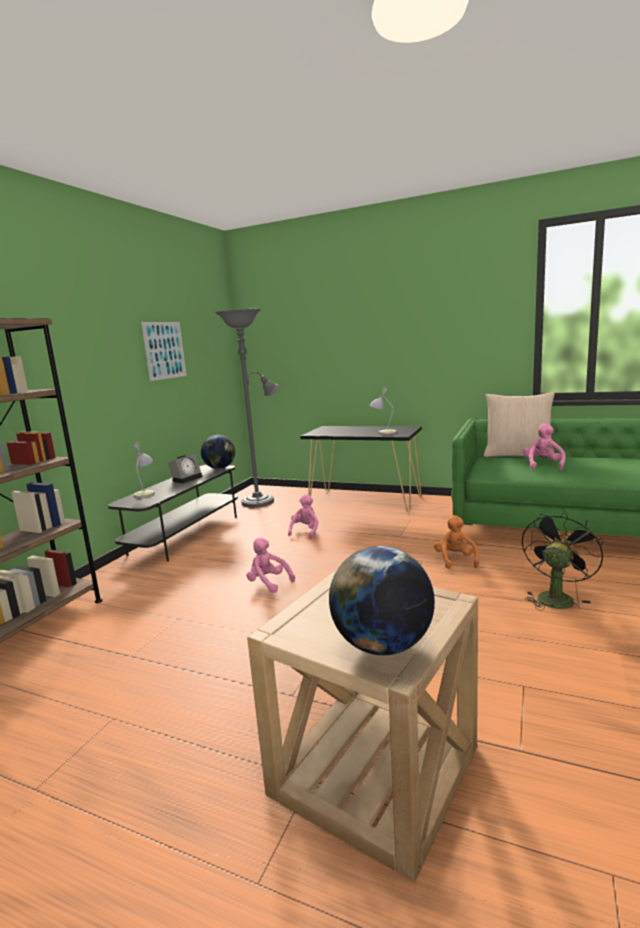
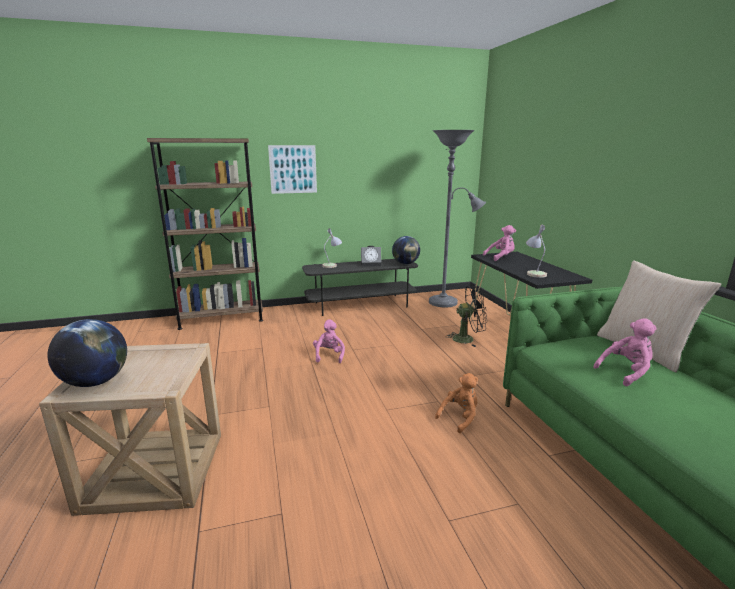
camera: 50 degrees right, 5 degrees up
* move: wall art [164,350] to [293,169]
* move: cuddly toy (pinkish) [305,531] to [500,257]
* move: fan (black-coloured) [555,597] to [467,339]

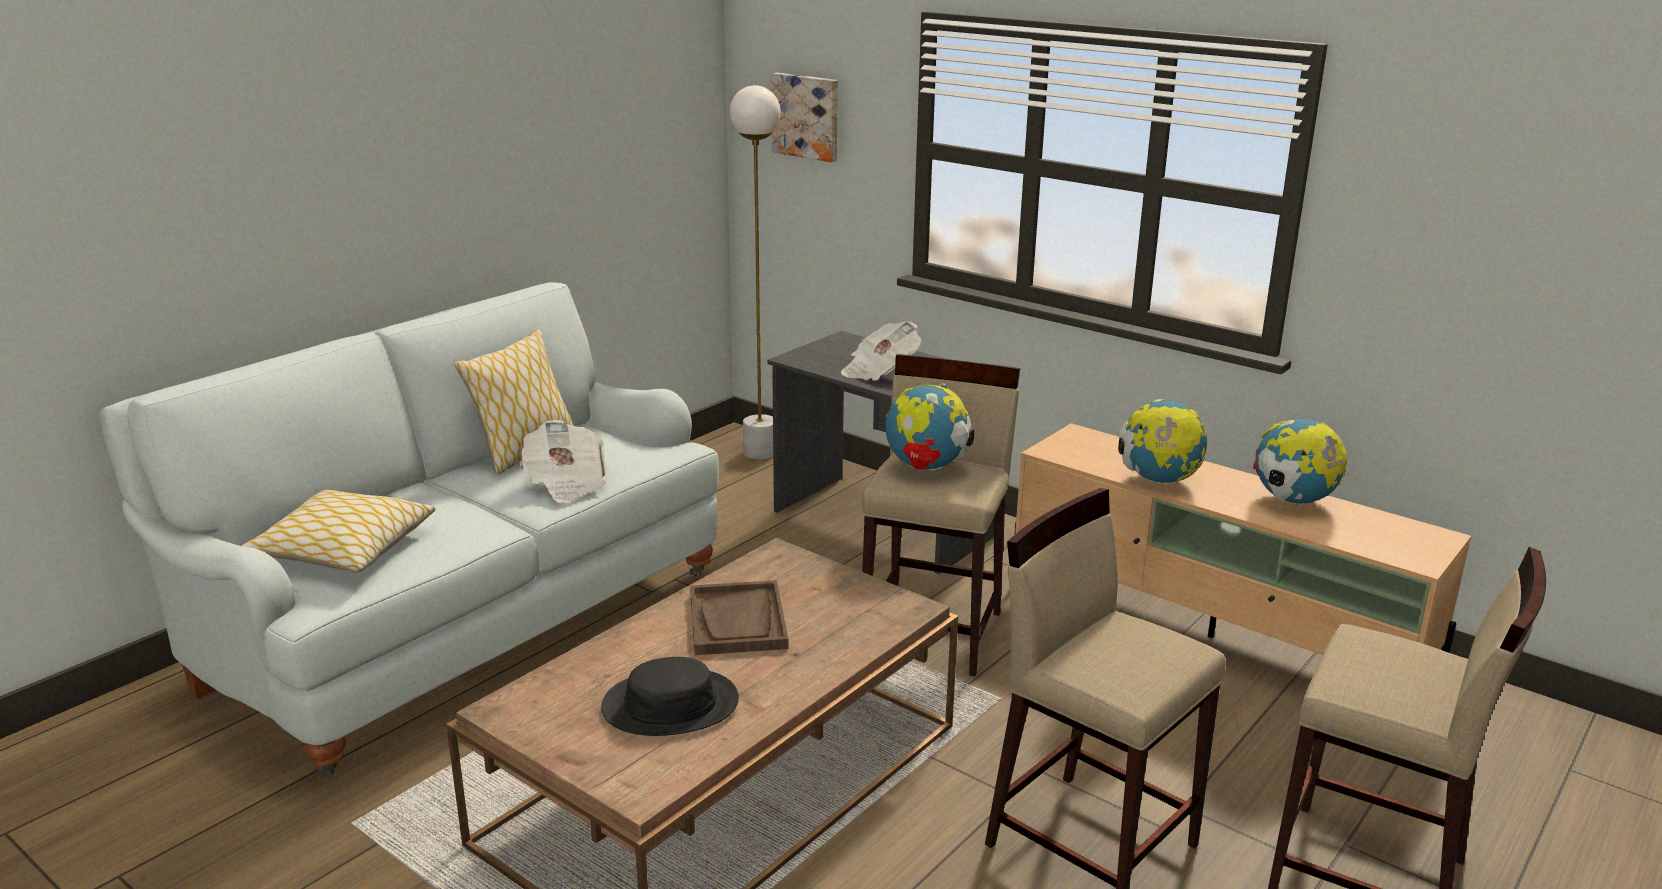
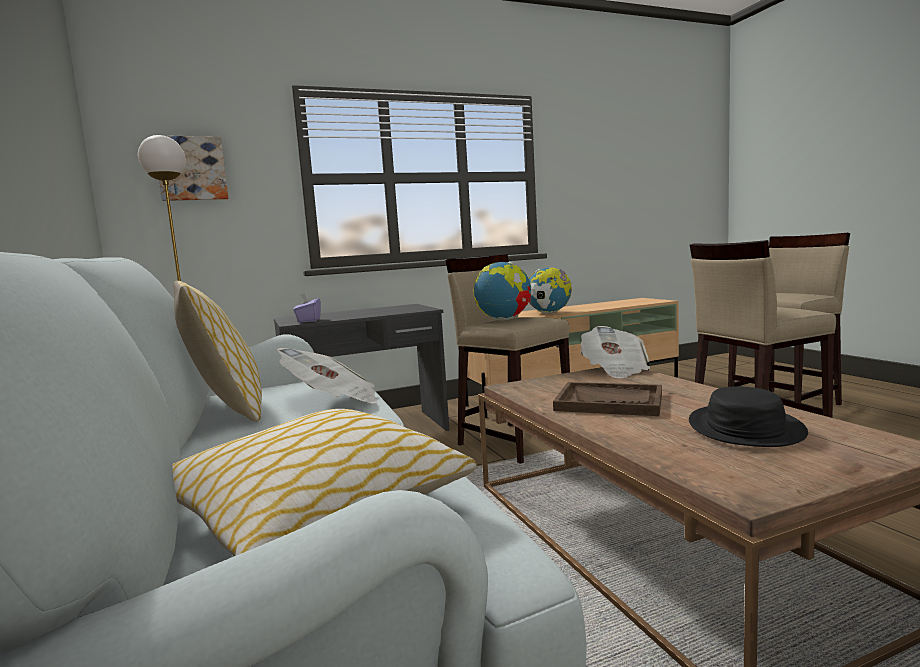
camera: 60 degrees left, 15 degrees down
* delete: desk globe [1292,501]
* insert: box of tissues (purplish) [308,320]
* move: newspaper [879,371] to [614,370]

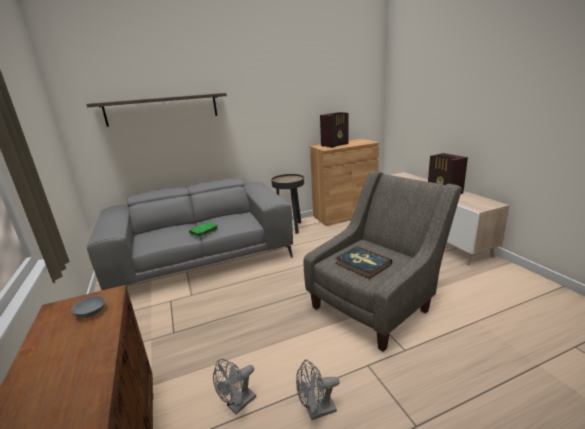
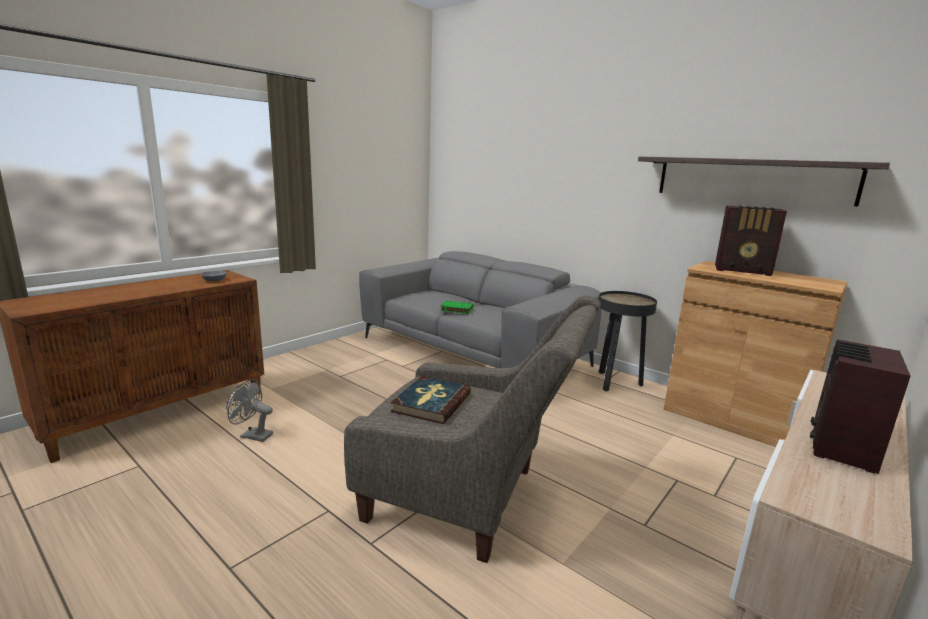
camera: 60 degrees right, 5 degrees down
* delete: fan (gray) [316,411]
* move: shelf [162,109] to [751,179]

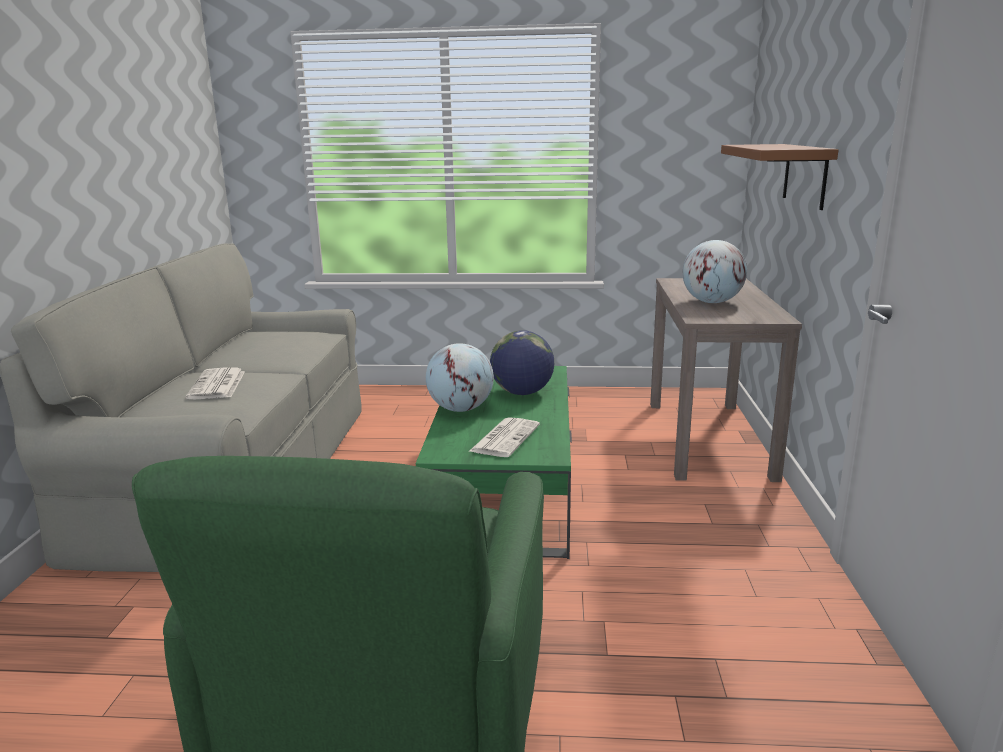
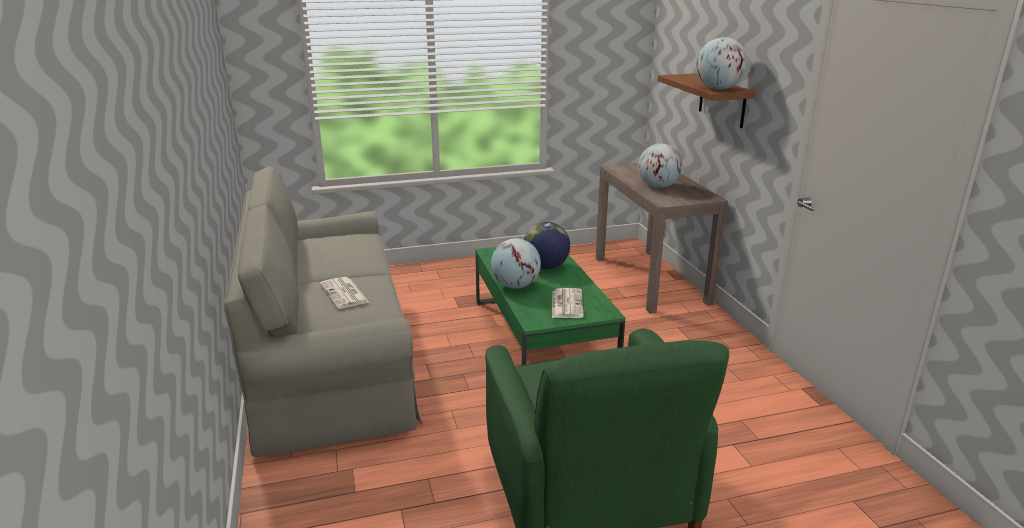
camera: 20 degrees left, 5 degrees up
* insert: desk globe [718,89]

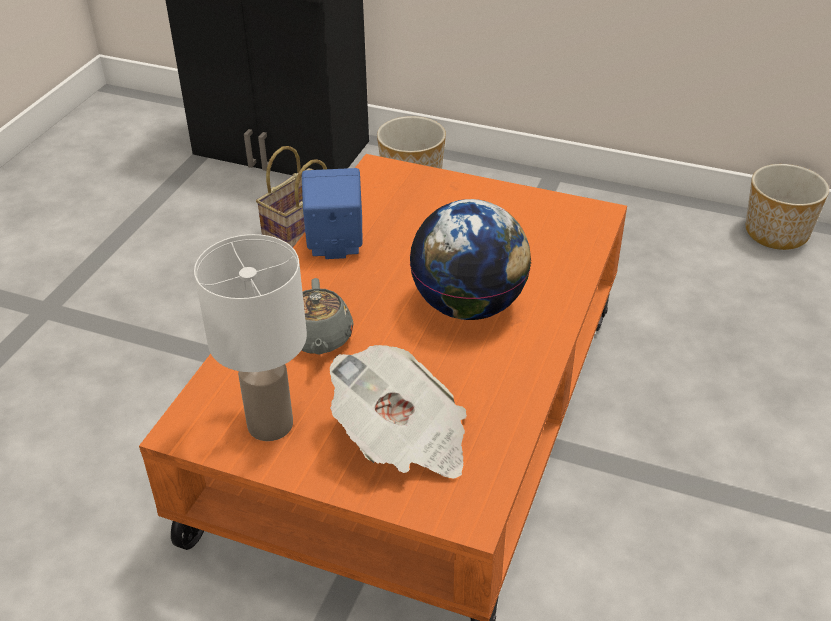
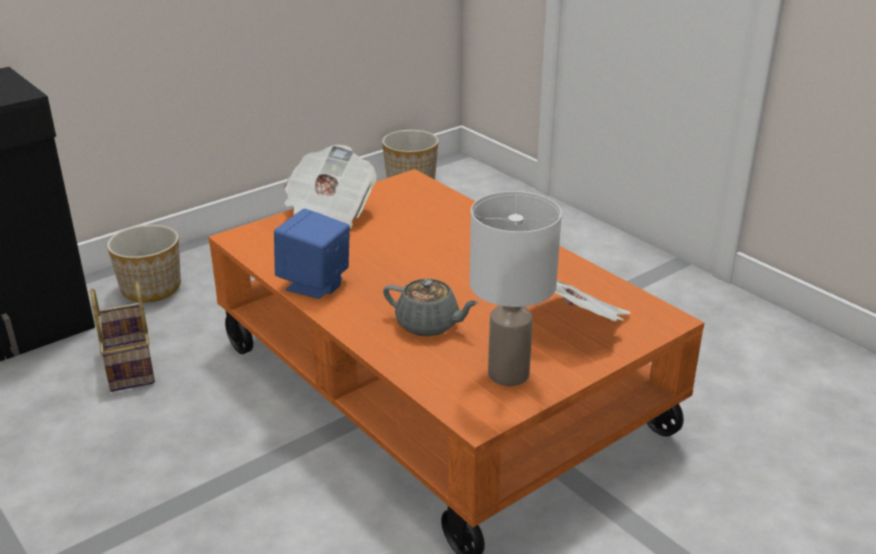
camera: 60 degrees left, 10 degrees down
* delete: desk globe [469,306]
* insert: newspaper [327,215]

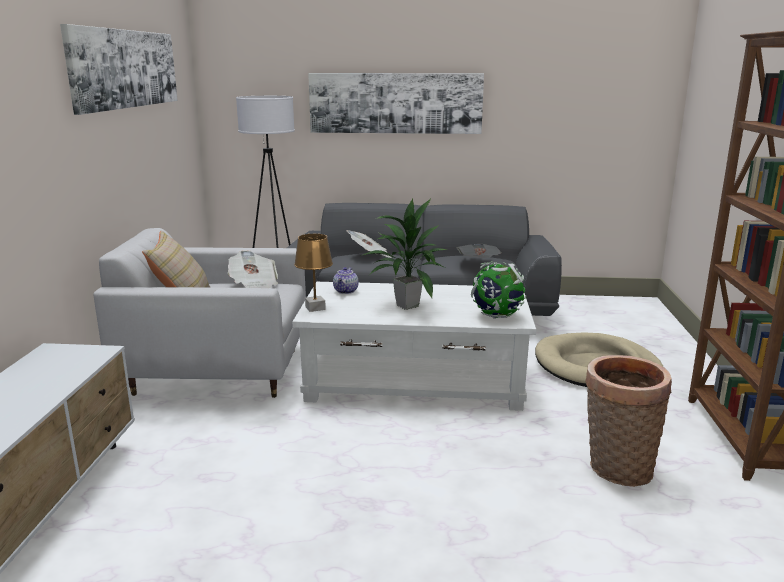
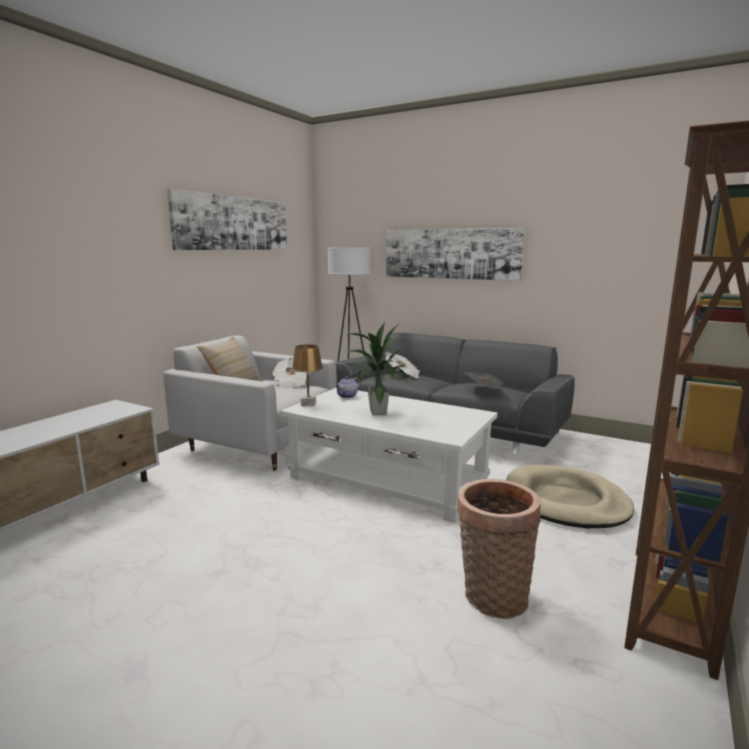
camera: 25 degrees right, 5 degrees down
* delete: desk globe [496,316]

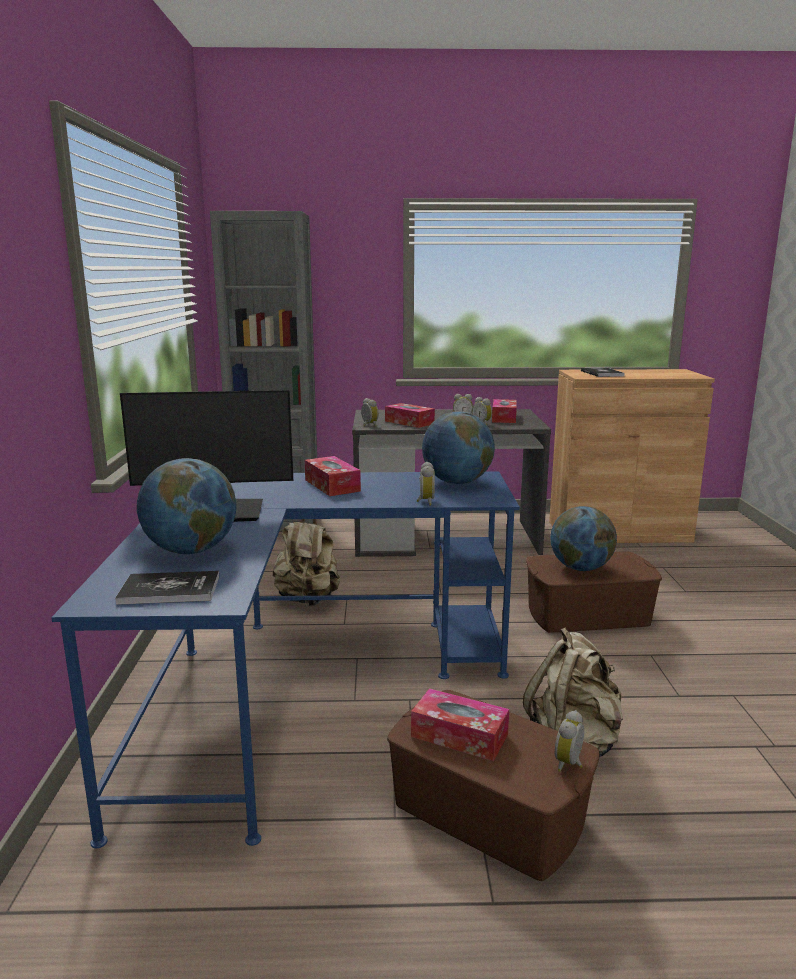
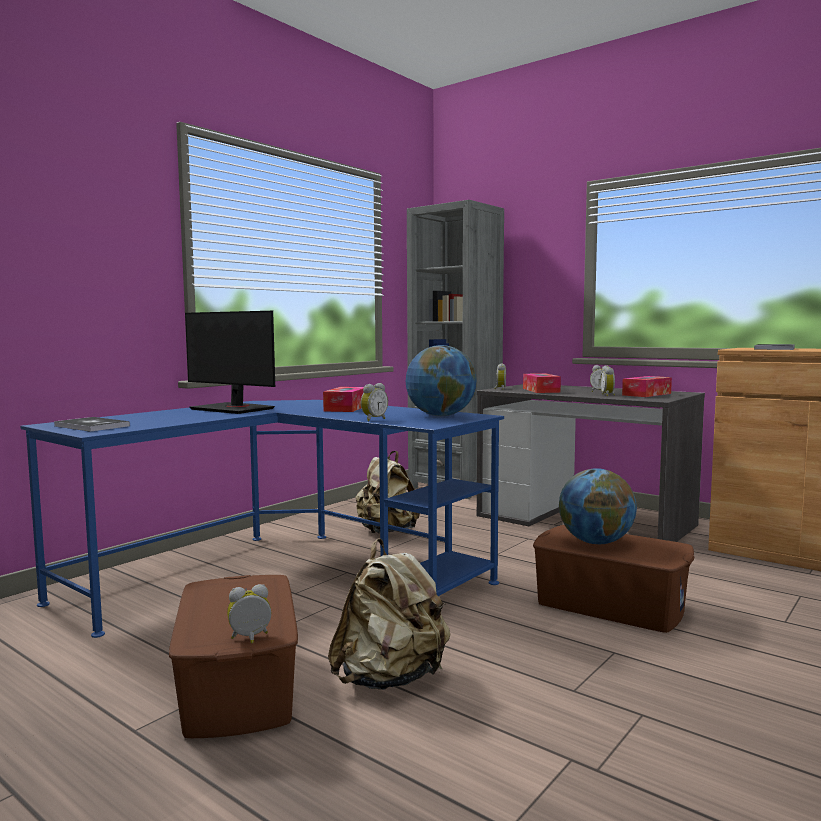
camera: 40 degrees right, 10 degrees down
* delete: desk globe [191,550]
* delete: box of tissues [459,735]

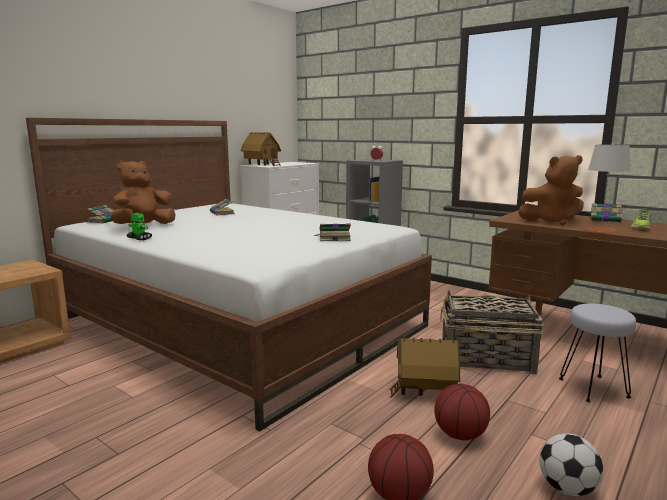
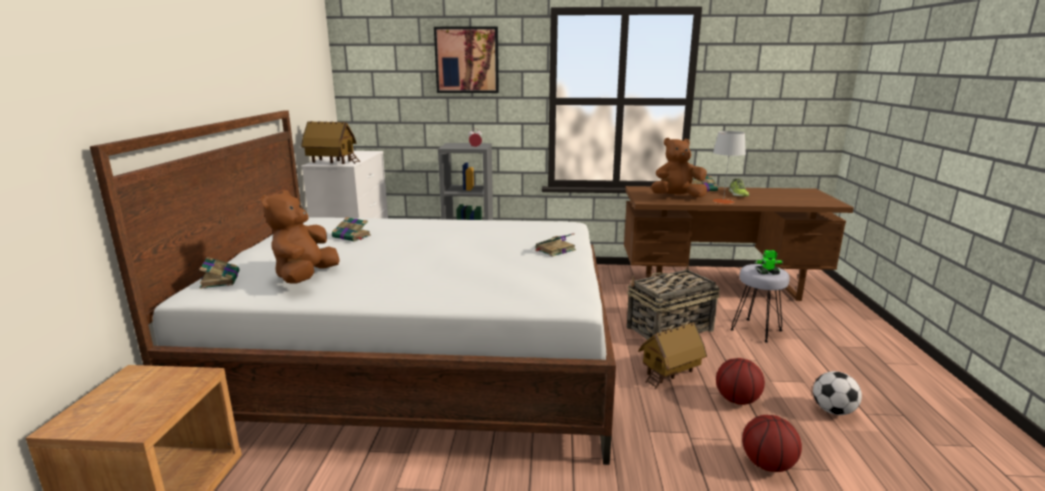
camera: 35 degrees left, 5 degrees up
* insert: wall art [467,60]
* move: toy robot [139,238] to [767,273]
* rotate: cuddly toy (brown) [552,221] = [677,197] 150 degrees counterclockwise

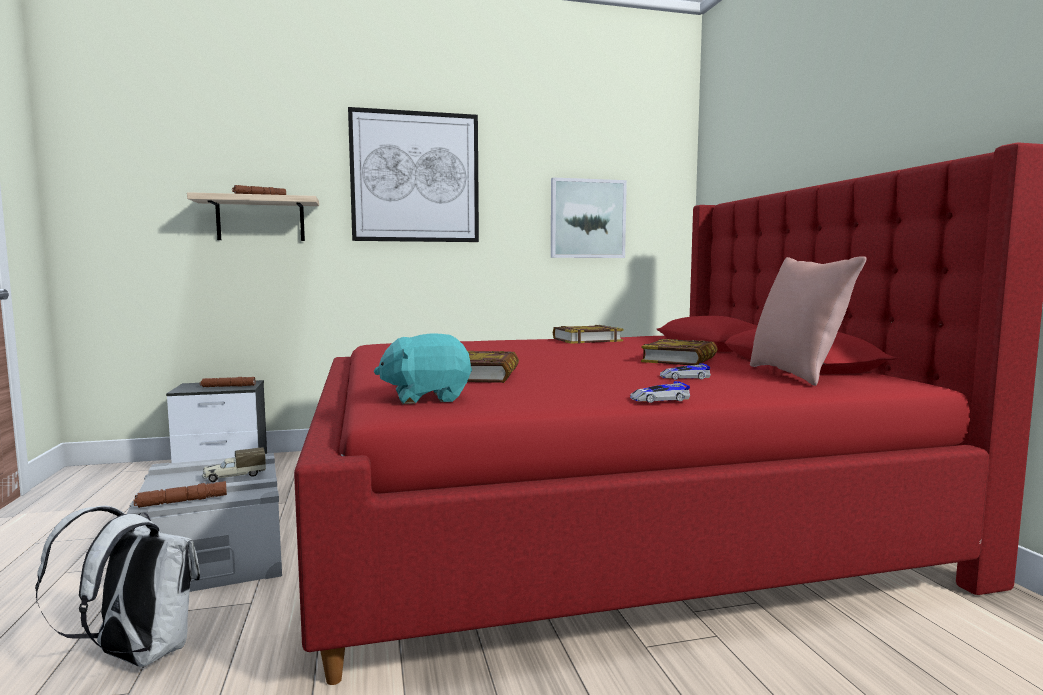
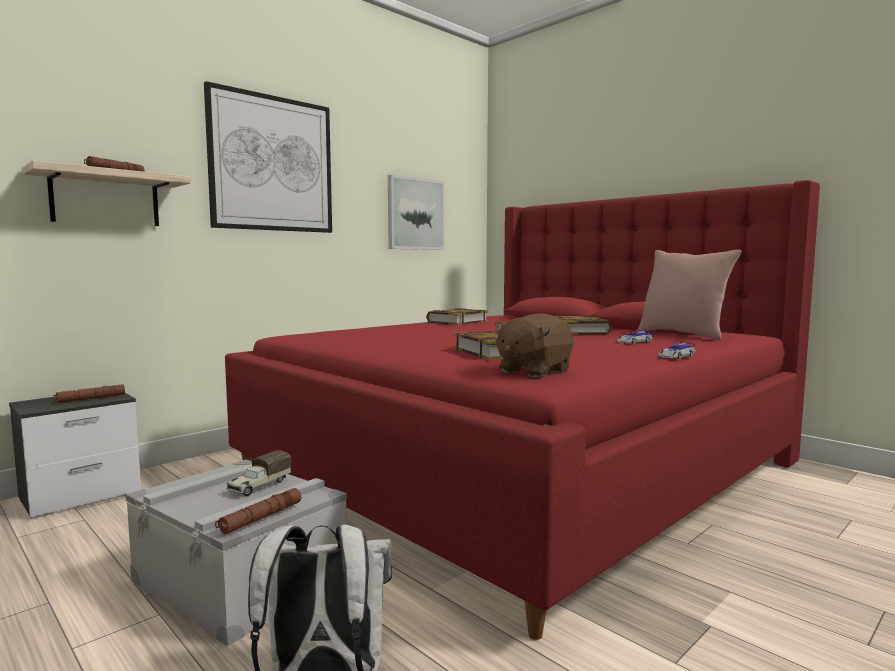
camera: 30 degrees left, 0 degrees up
* recolor: cuddly toy (turquoise) [426,398] to cuddly toy (brown) [533,371]

